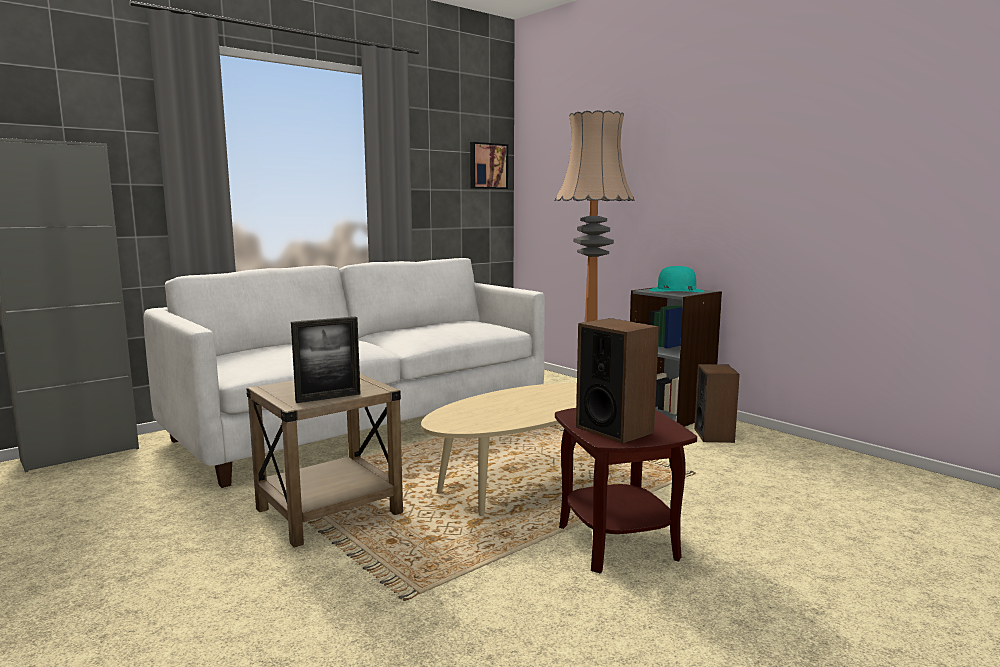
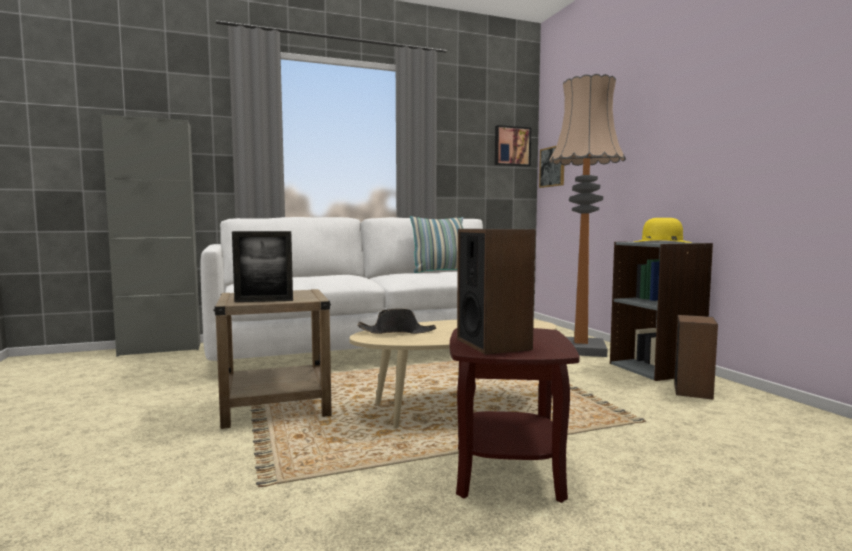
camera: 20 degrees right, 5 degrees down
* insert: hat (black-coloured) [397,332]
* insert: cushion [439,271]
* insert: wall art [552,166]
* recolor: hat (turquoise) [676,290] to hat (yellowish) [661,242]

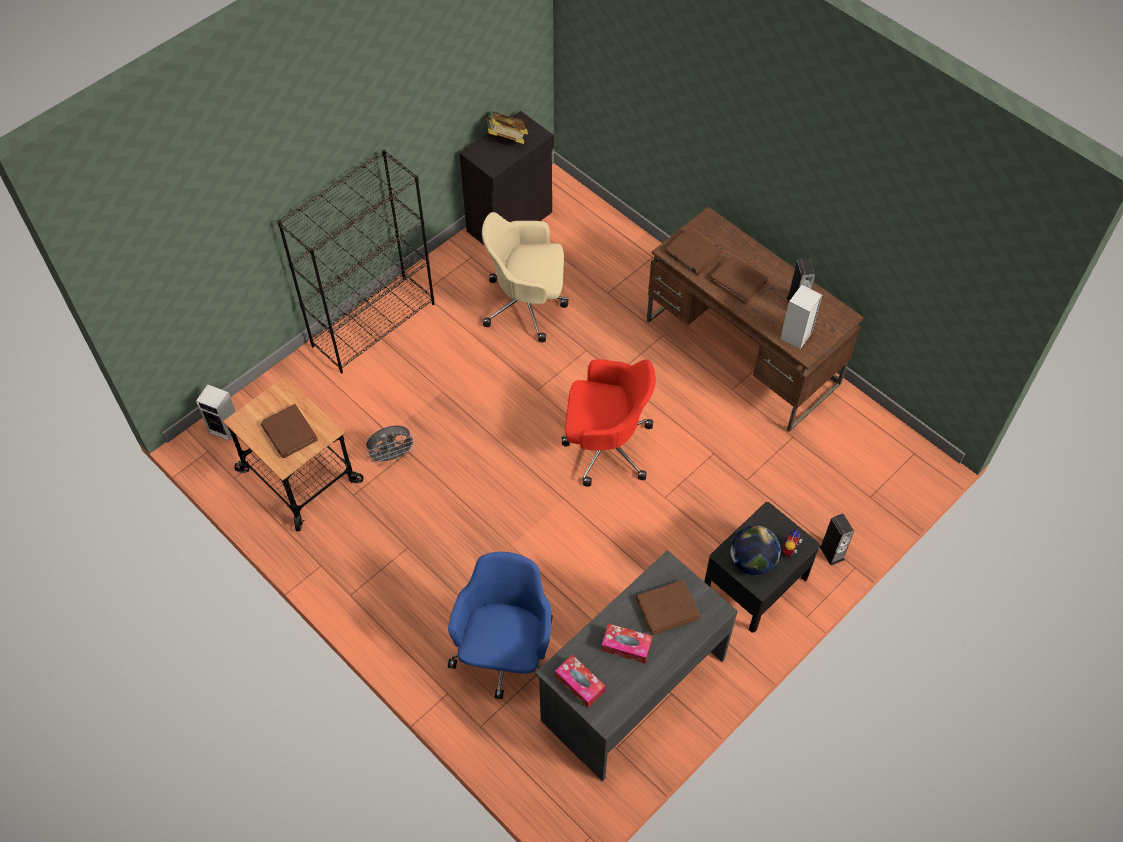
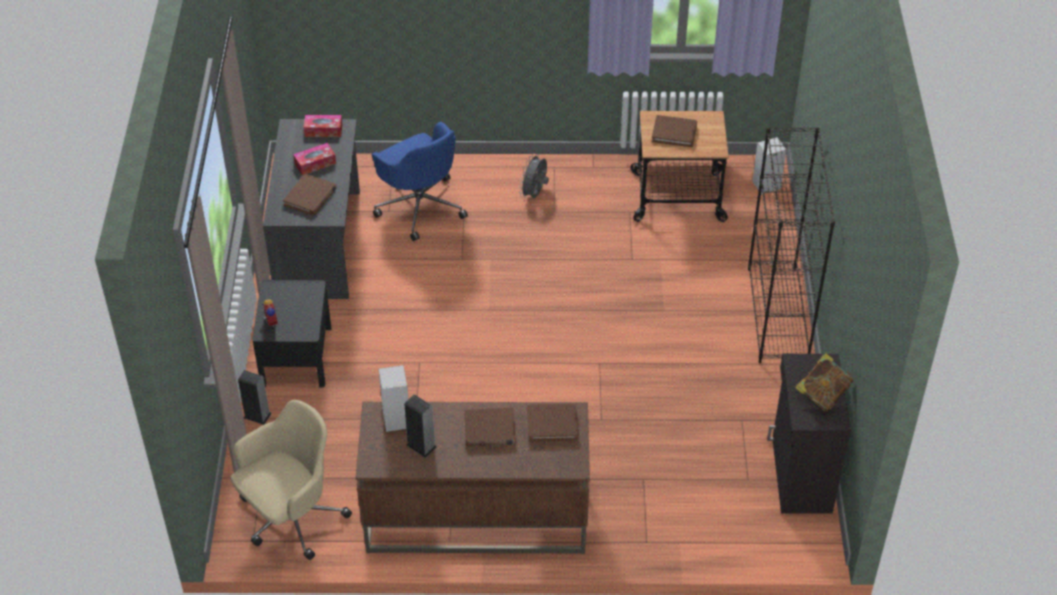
camera: 135 degrees right, 10 degrees down
* delete: computer chair (red-coloured) [605,446]
* delete: desk globe [752,561]
* move: fan (gray) [392,456] to [534,194]
* move: computer chair (sand-coloured) [527,305] to [291,517]

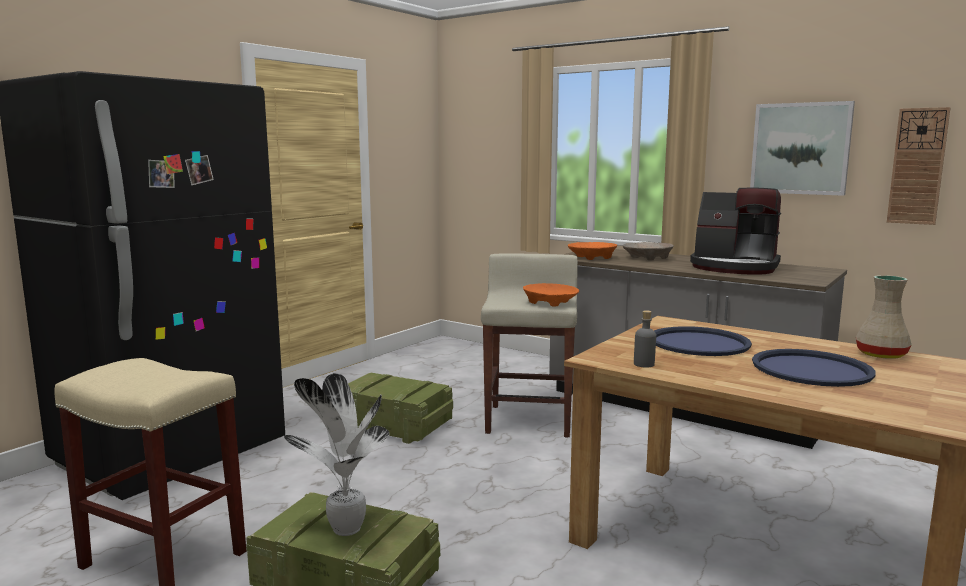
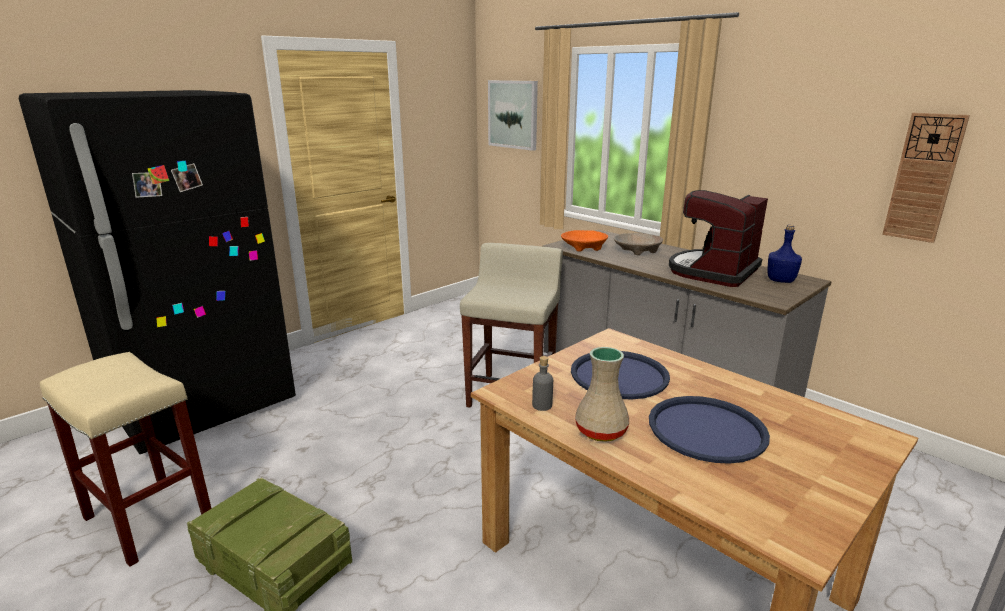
camera: 10 degrees right, 10 degrees up
* delete: plant in a pot [344,530]
* delete: crate [392,425]
* delete: serving bowl (orange-coloured) [550,302]
* insert: drink bottle (blue) [780,280]
* move: wall art [800,148] to [513,114]
* move: vase (sand-coloured) [882,355] to [602,432]
* rotate: coffee machine [734,267] = [713,271] 90 degrees clockwise

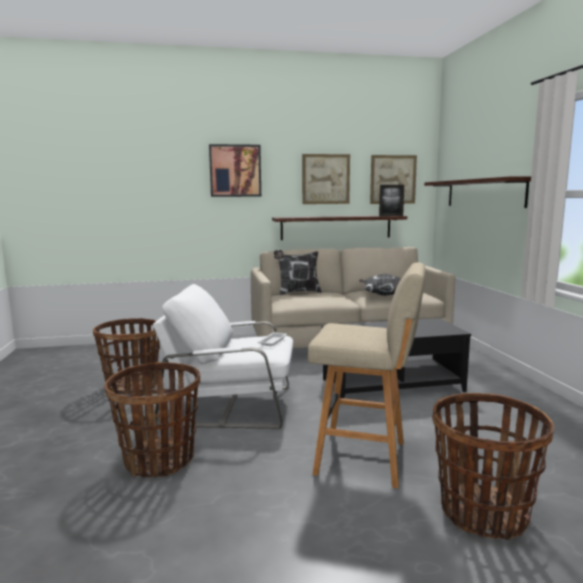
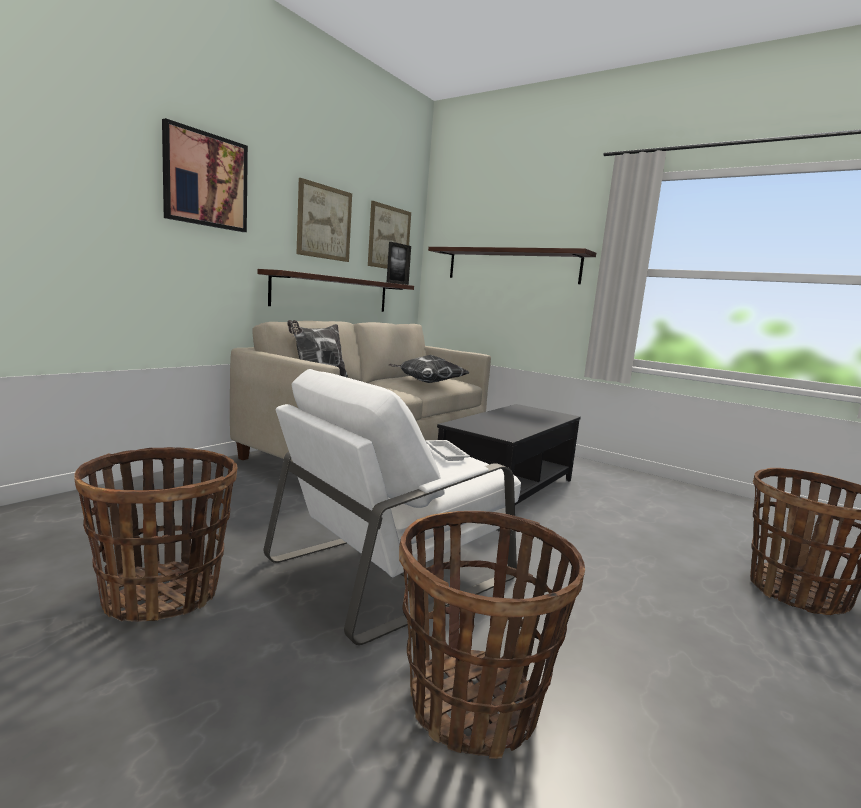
camera: 45 degrees left, 0 degrees up
* delete: sitting stool (sand-coloured) [365,458]

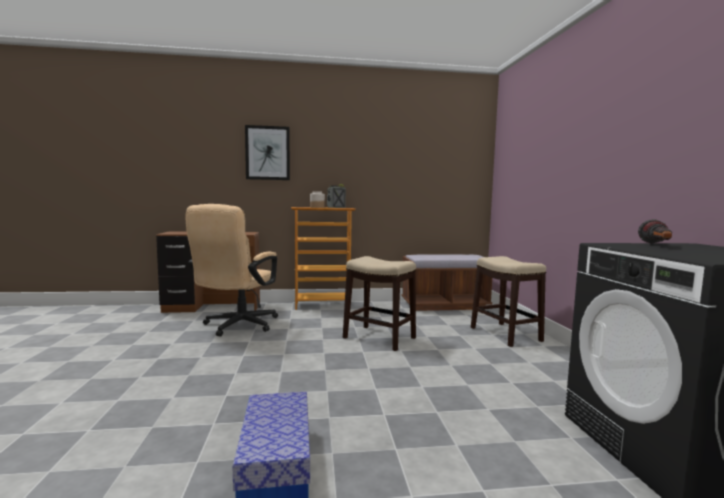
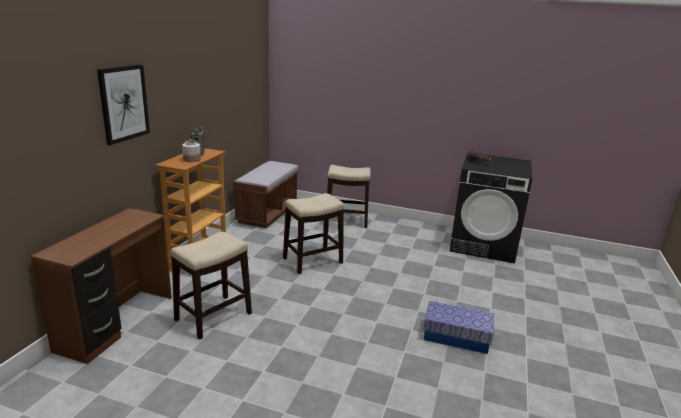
camera: 65 degrees left, 15 degrees up
* replace: computer chair (sand-coloured) [237,326] to sitting stool [213,317]

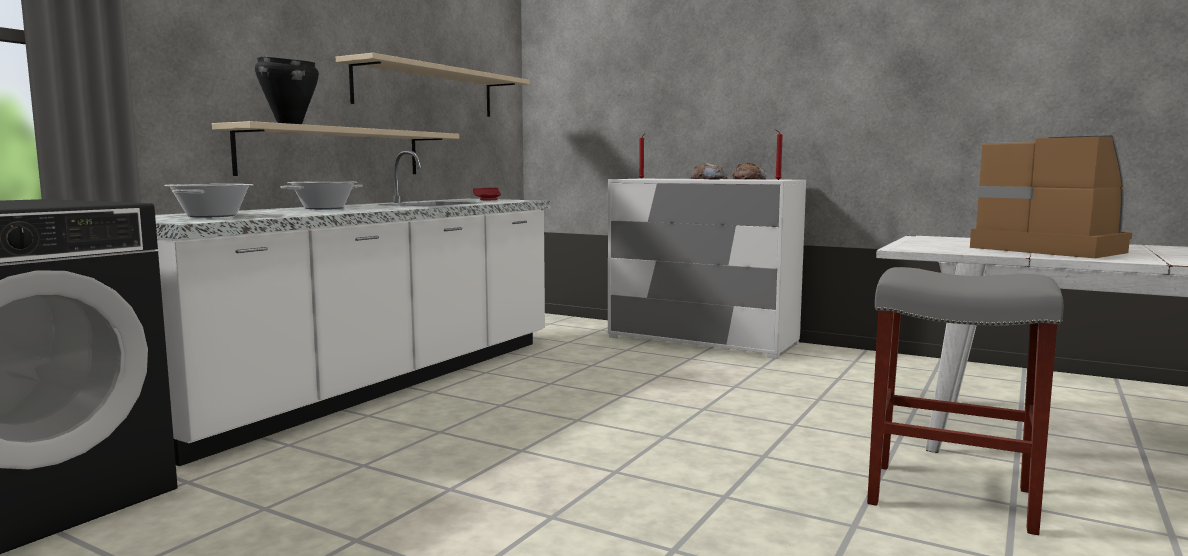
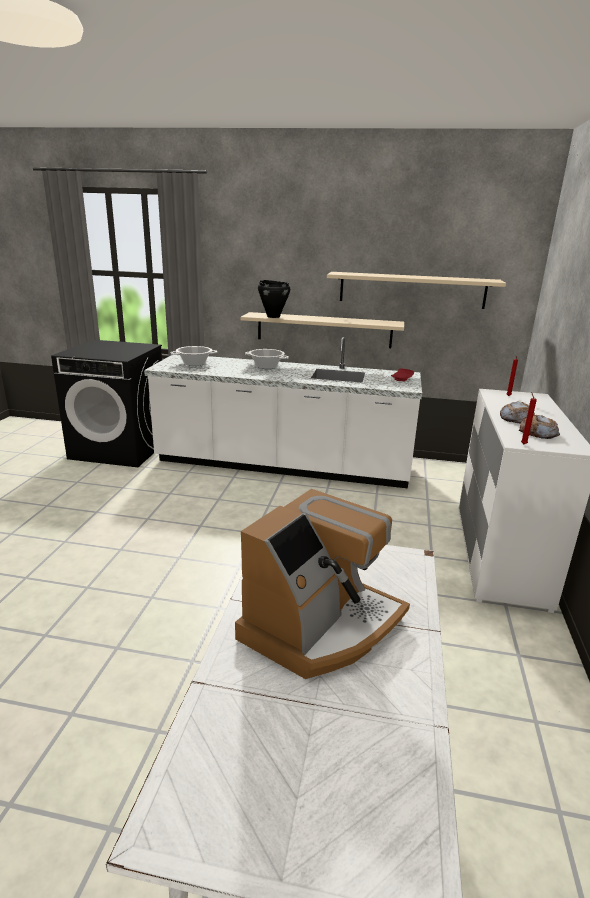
camera: 70 degrees right, 15 degrees up
* delete: sitting stool (gray) [948,496]

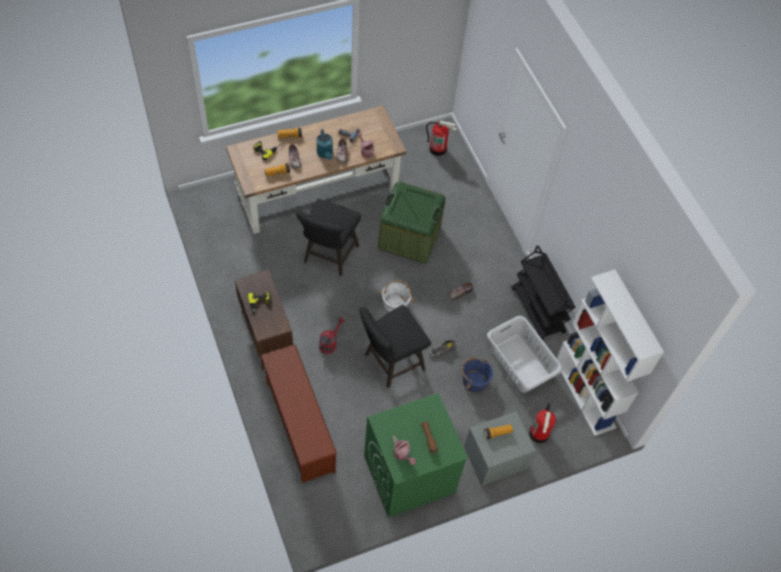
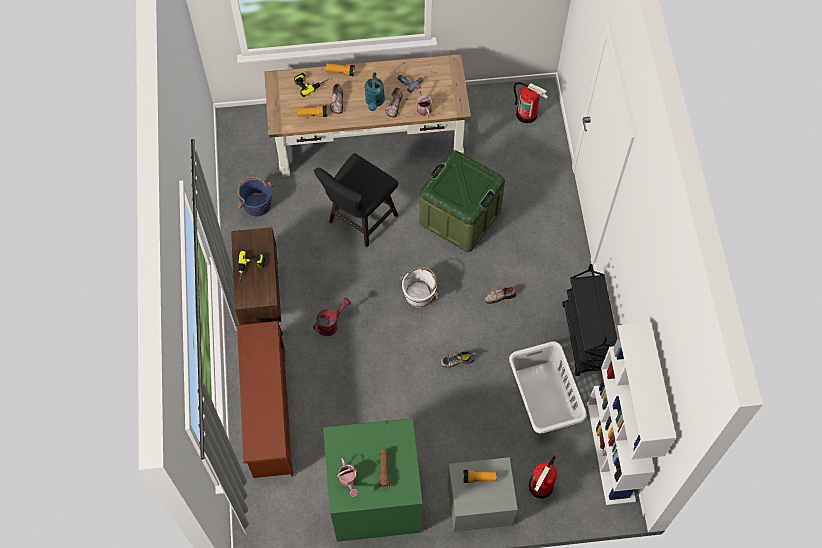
camera: 20 degrees right, 5 degrees up
* delete: sitting stool (black-coloured) [390,363]
* move: pail (blue) [474,381] to [257,204]

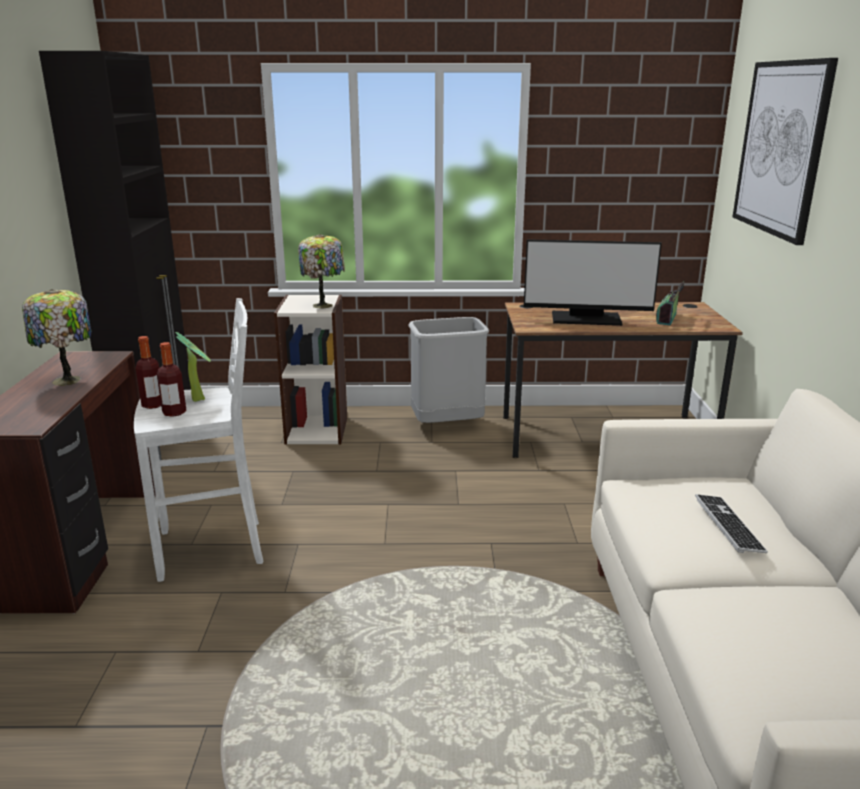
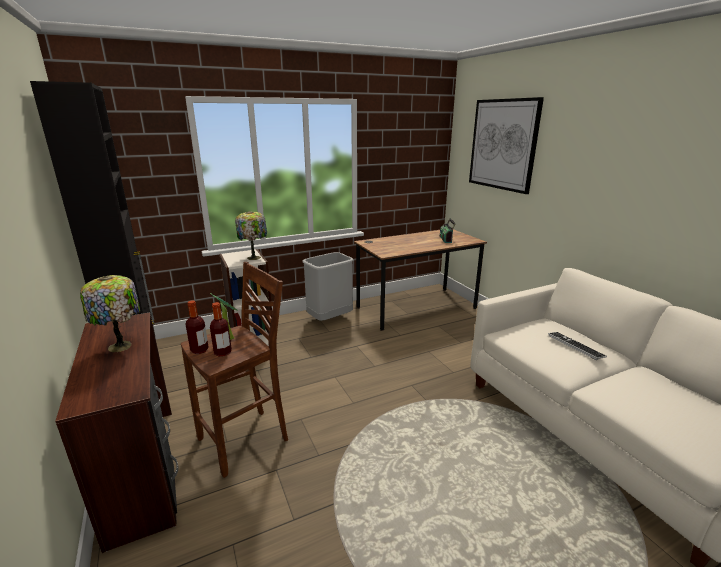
camera: 25 degrees left, 0 degrees up
* delete: monitor [586,319]
* recolor: sitting stool (whitish) [214,549] to sitting stool (brown) [246,440]

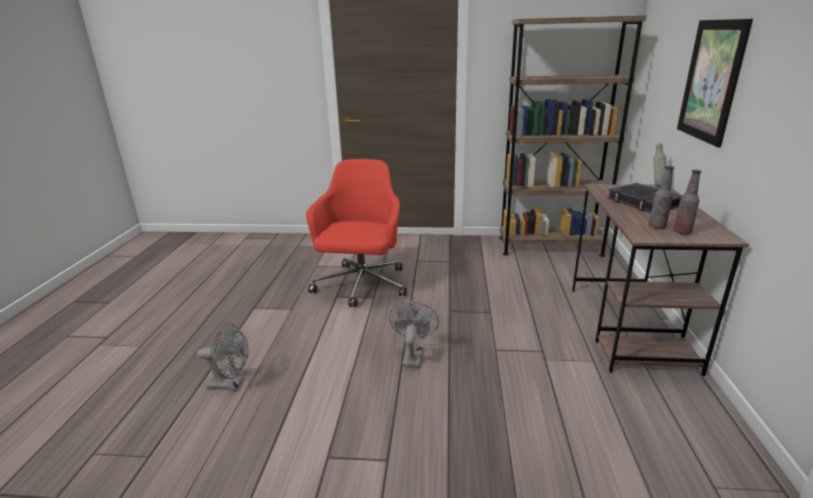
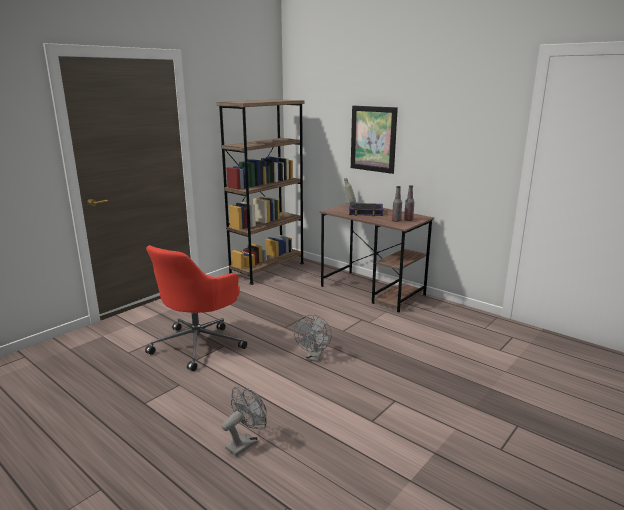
camera: 55 degrees left, 5 degrees down
* rotate: computer chair (red-coloured) [361,286] = [199,344] 105 degrees counterclockwise
* rotate: fan (gray) [413,356] = [314,357] 120 degrees counterclockwise

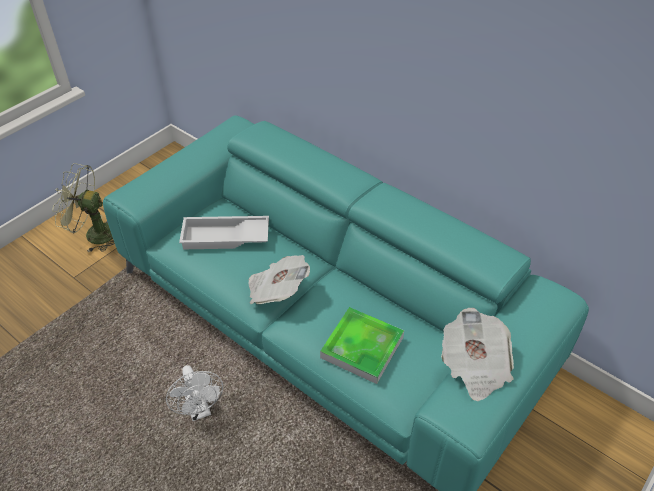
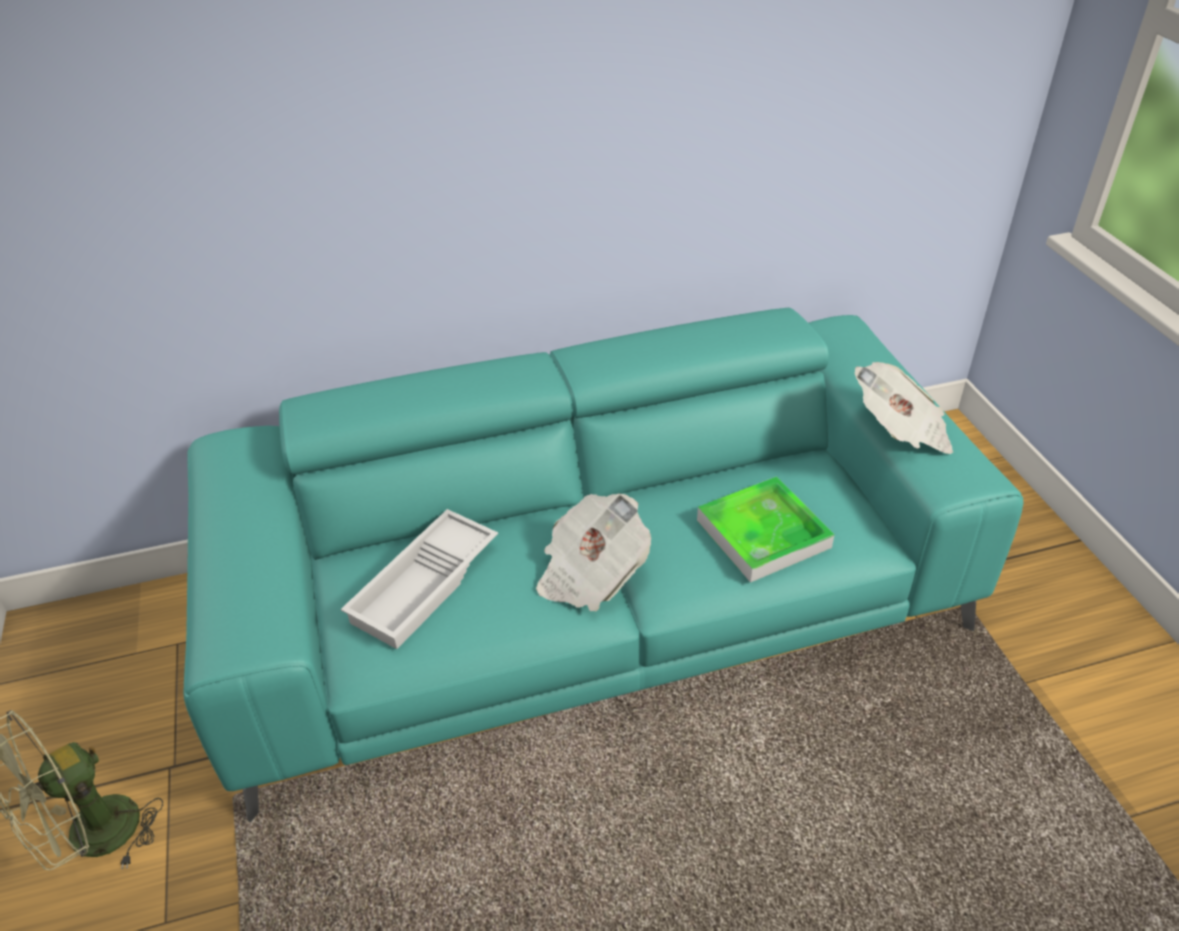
camera: 55 degrees left, 5 degrees down
* delete: fan (whitish) [200,410]

